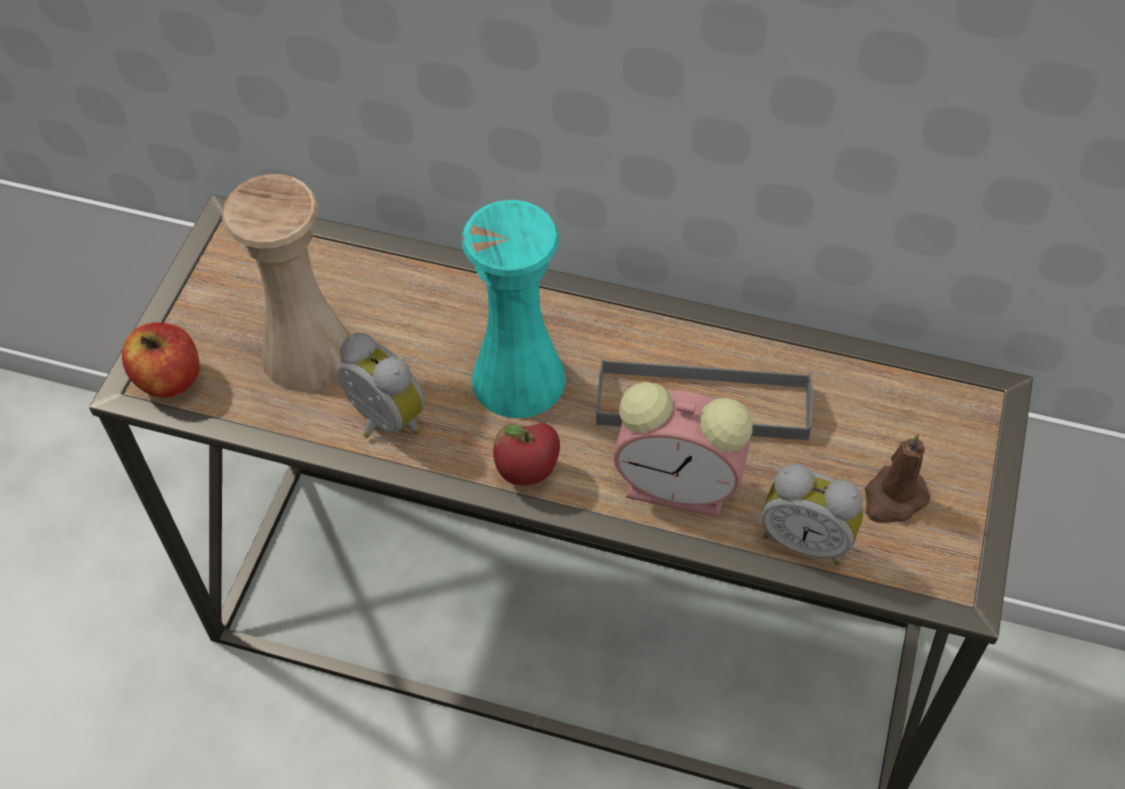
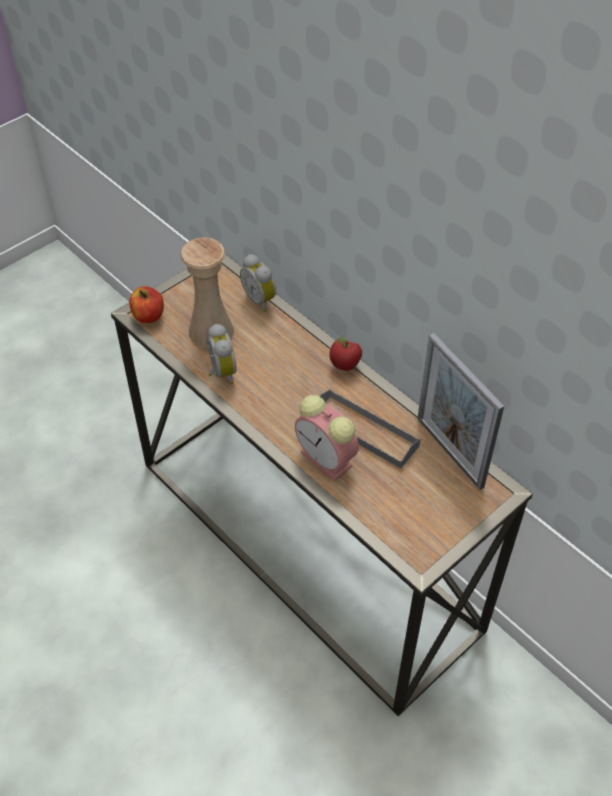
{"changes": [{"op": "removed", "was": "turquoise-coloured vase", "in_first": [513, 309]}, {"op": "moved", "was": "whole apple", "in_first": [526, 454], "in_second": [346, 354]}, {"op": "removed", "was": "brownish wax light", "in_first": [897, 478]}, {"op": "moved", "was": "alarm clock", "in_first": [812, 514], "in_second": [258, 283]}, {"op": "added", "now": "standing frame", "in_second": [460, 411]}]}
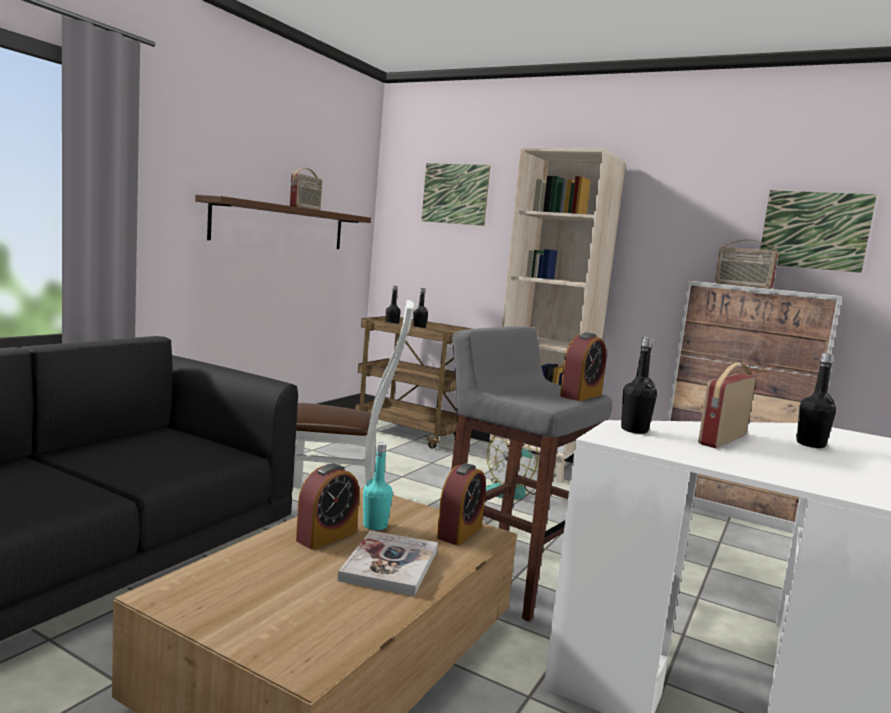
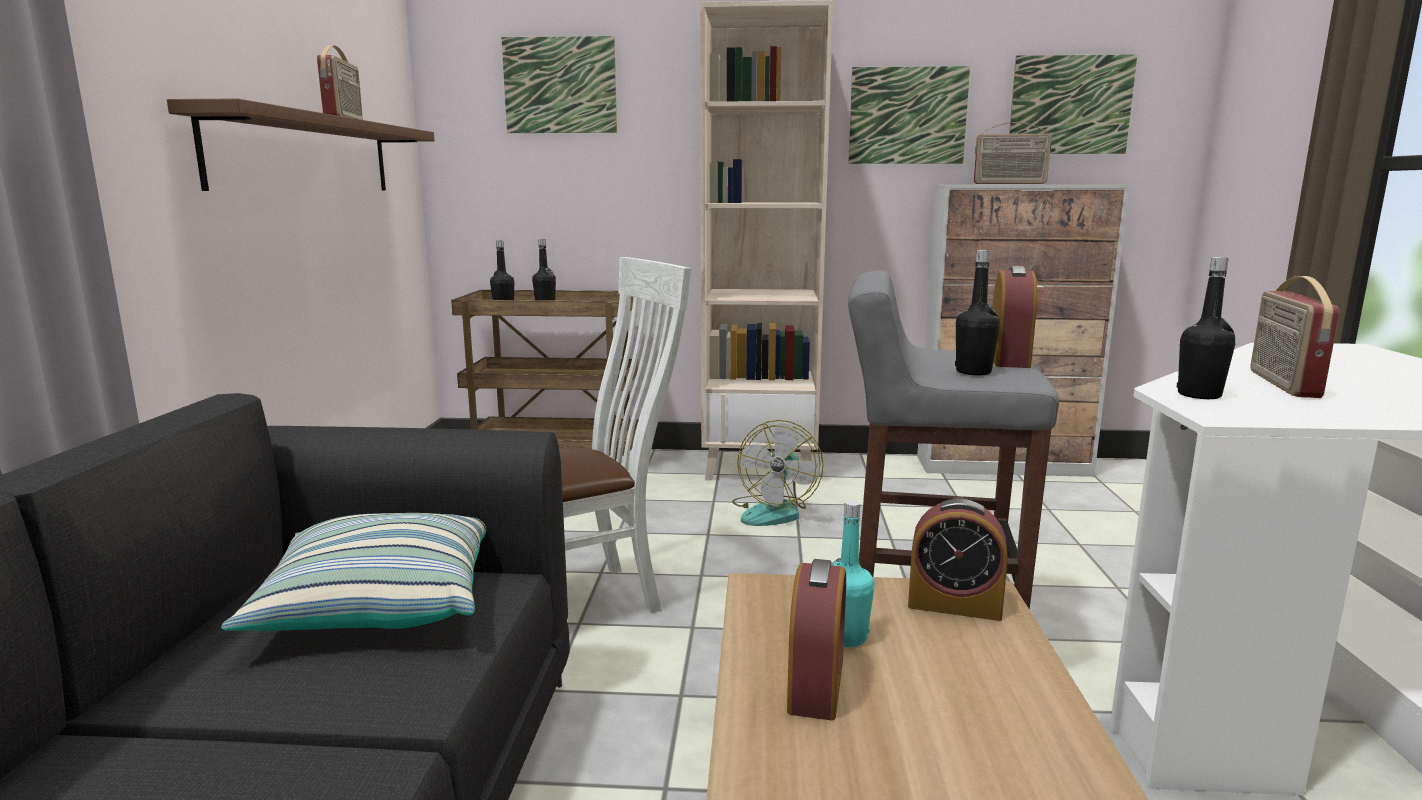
{"changes": [{"op": "moved", "was": "black-coloured beverage bottle", "in_first": [816, 400], "in_second": [977, 312]}, {"op": "turned", "was": "alarm clock", "in_first": [461, 504], "in_second": [958, 560], "clockwise": 105}, {"op": "removed", "was": "volume", "in_first": [387, 563]}, {"op": "added", "now": "wall picture", "in_second": [909, 115]}, {"op": "added", "now": "cushion", "in_second": [353, 572]}]}
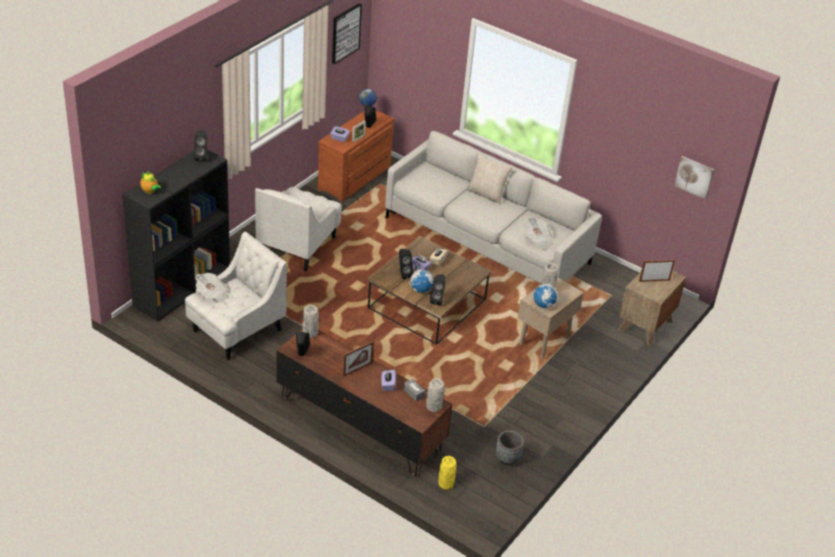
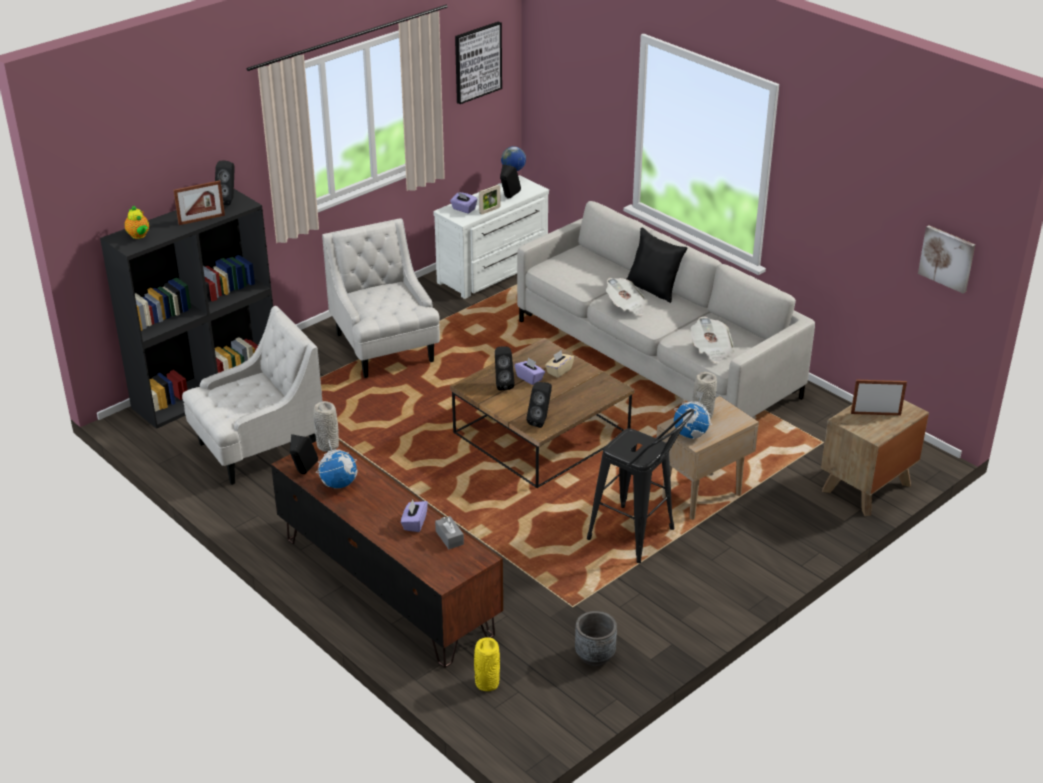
{"changes": [{"op": "recoloured", "was": "brownish dresser", "now": "whitish dresser", "in_first": [356, 156], "in_second": [491, 237]}, {"op": "recoloured", "was": "beige-coloured cushion", "now": "black-coloured cushion", "in_first": [489, 179], "in_second": [657, 265]}, {"op": "turned", "was": "whitish lounge chair", "in_first": [298, 229], "in_second": [381, 298], "clockwise": 120}, {"op": "moved", "was": "globe", "in_first": [421, 278], "in_second": [336, 464]}, {"op": "moved", "was": "daily paper", "in_first": [212, 288], "in_second": [626, 297]}, {"op": "moved", "was": "standing frame", "in_first": [358, 359], "in_second": [199, 202]}, {"op": "removed", "was": "grey vase", "in_first": [435, 395]}, {"op": "added", "now": "black-coloured stool seat", "in_second": [640, 486]}]}
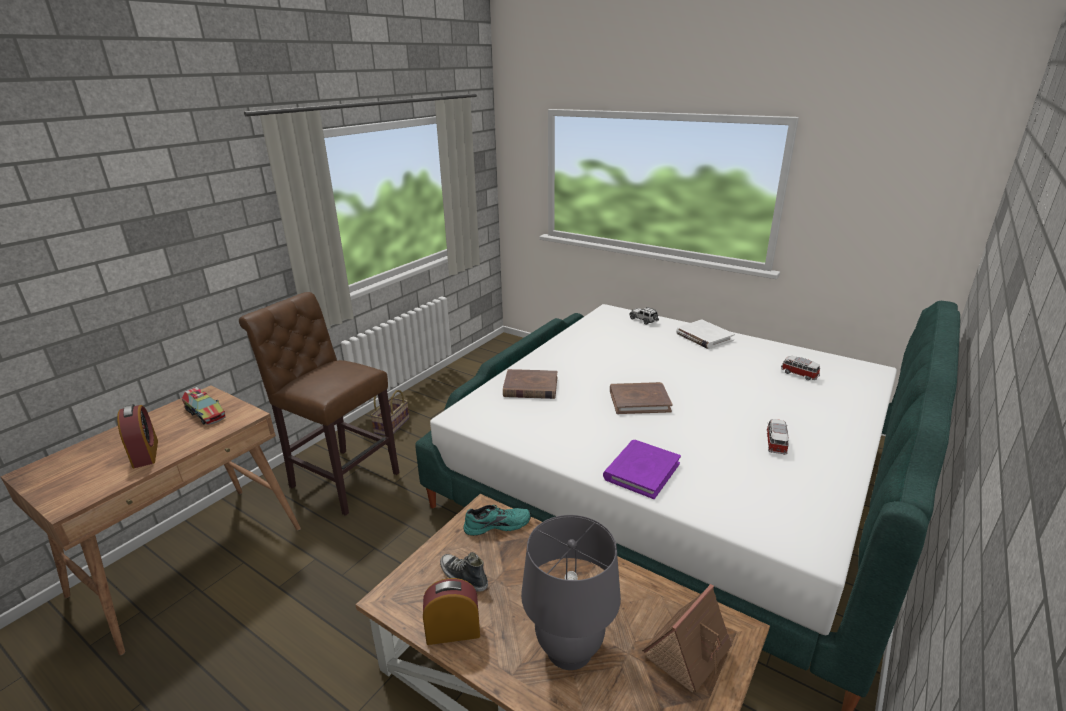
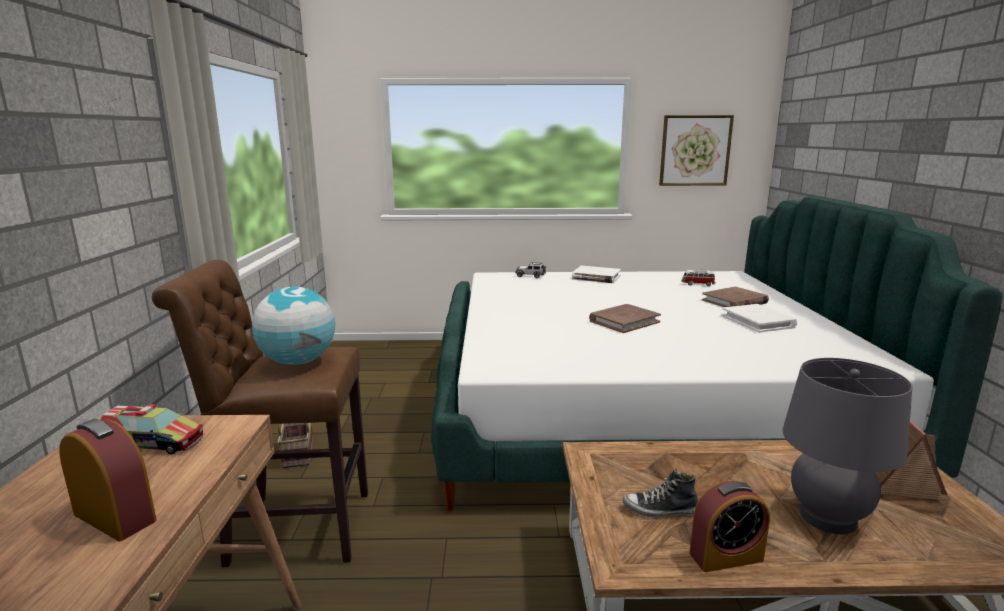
{"changes": [{"op": "moved", "was": "brownish volume", "in_first": [530, 384], "in_second": [735, 297]}, {"op": "replaced", "was": "miniature car", "now": "whitish volume", "in_first": [777, 437], "in_second": [759, 318]}, {"op": "removed", "was": "purple volume", "in_first": [642, 469]}, {"op": "removed", "was": "turquoise-coloured low shoe", "in_first": [497, 520]}, {"op": "turned", "was": "alarm clock", "in_first": [451, 611], "in_second": [730, 526], "clockwise": -150}, {"op": "added", "now": "wall picture", "in_second": [696, 150]}, {"op": "added", "now": "globe", "in_second": [293, 325]}]}
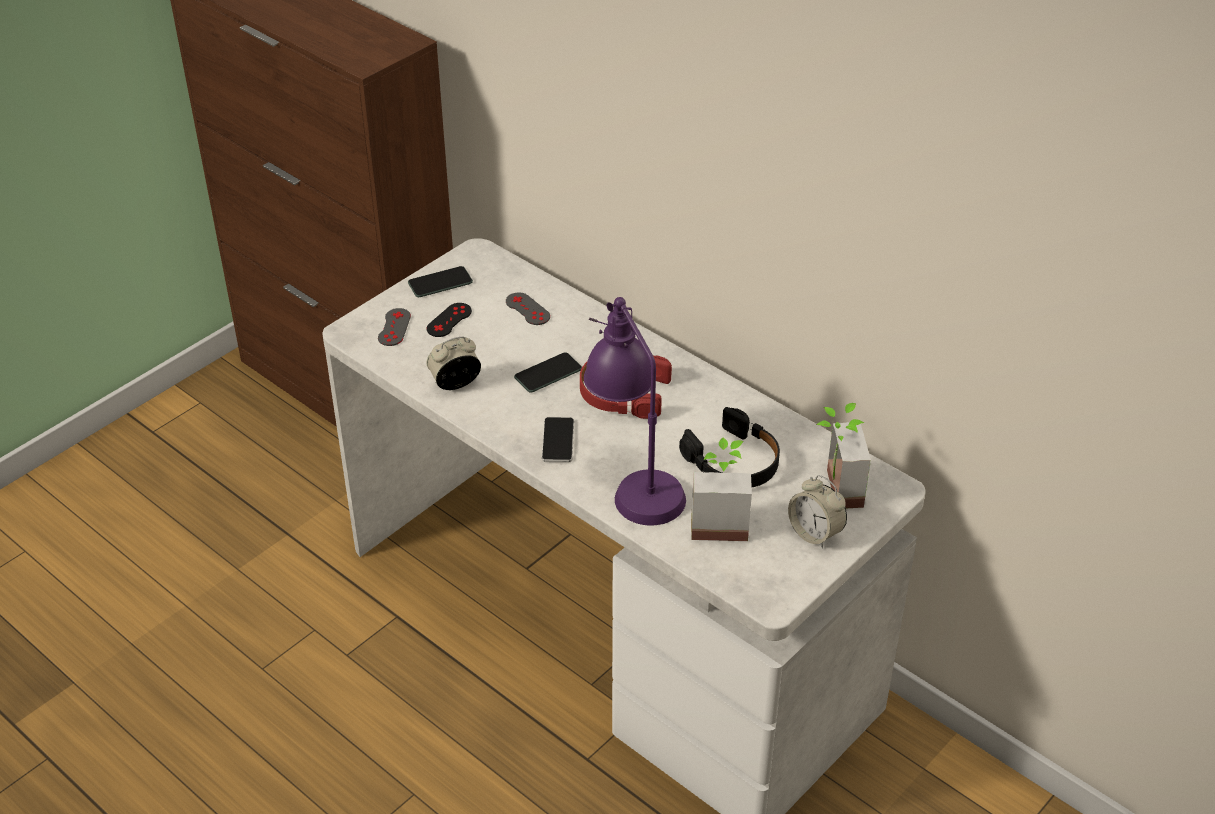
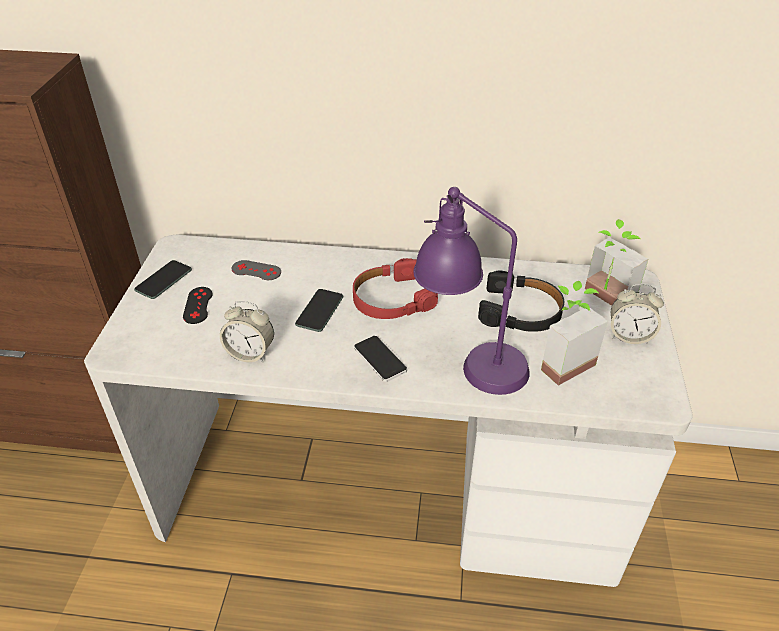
{"changes": [{"op": "removed", "was": "grey gamepad", "in_first": [394, 327]}, {"op": "turned", "was": "alarm clock", "in_first": [454, 363], "in_second": [247, 331], "clockwise": -105}]}
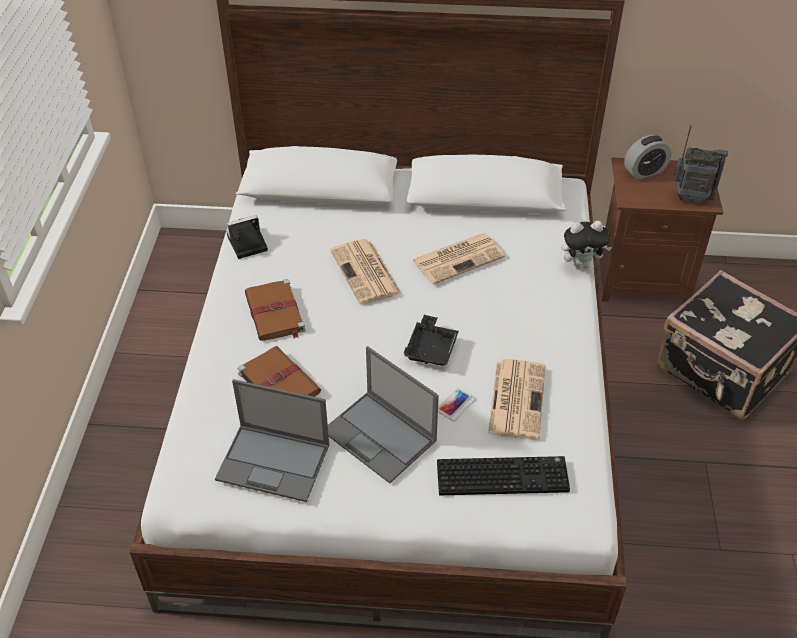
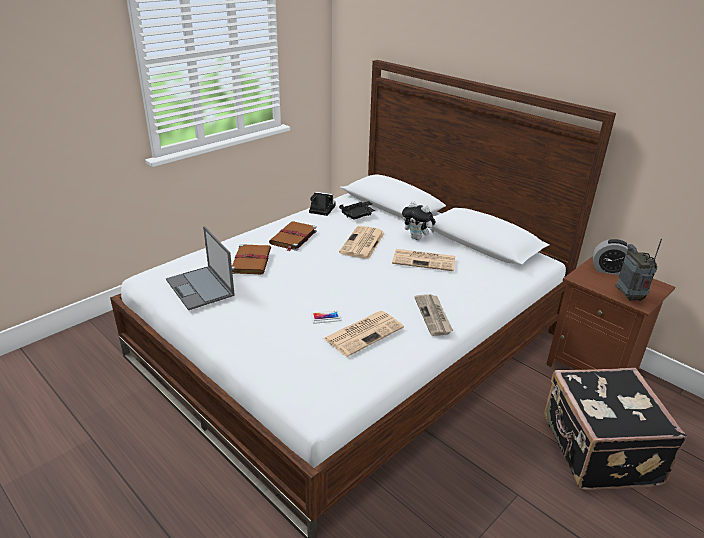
{"changes": [{"op": "turned", "was": "radio set", "in_first": [701, 163], "in_second": [638, 270], "clockwise": -150}, {"op": "moved", "was": "plush toy", "in_first": [586, 245], "in_second": [419, 220]}, {"op": "moved", "was": "black-coloured serving tray", "in_first": [431, 340], "in_second": [357, 210]}, {"op": "removed", "was": "portable computer", "in_first": [383, 414]}, {"op": "removed", "was": "PC keyboard", "in_first": [503, 475]}, {"op": "added", "now": "daily paper", "in_second": [433, 315]}]}
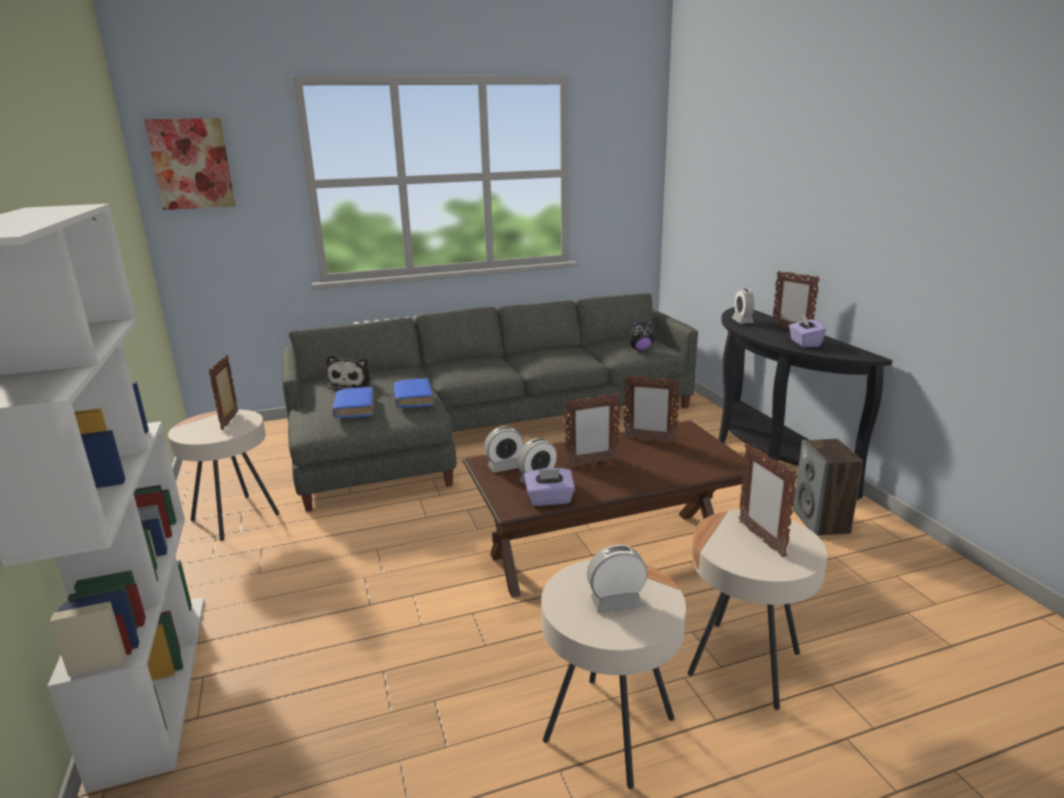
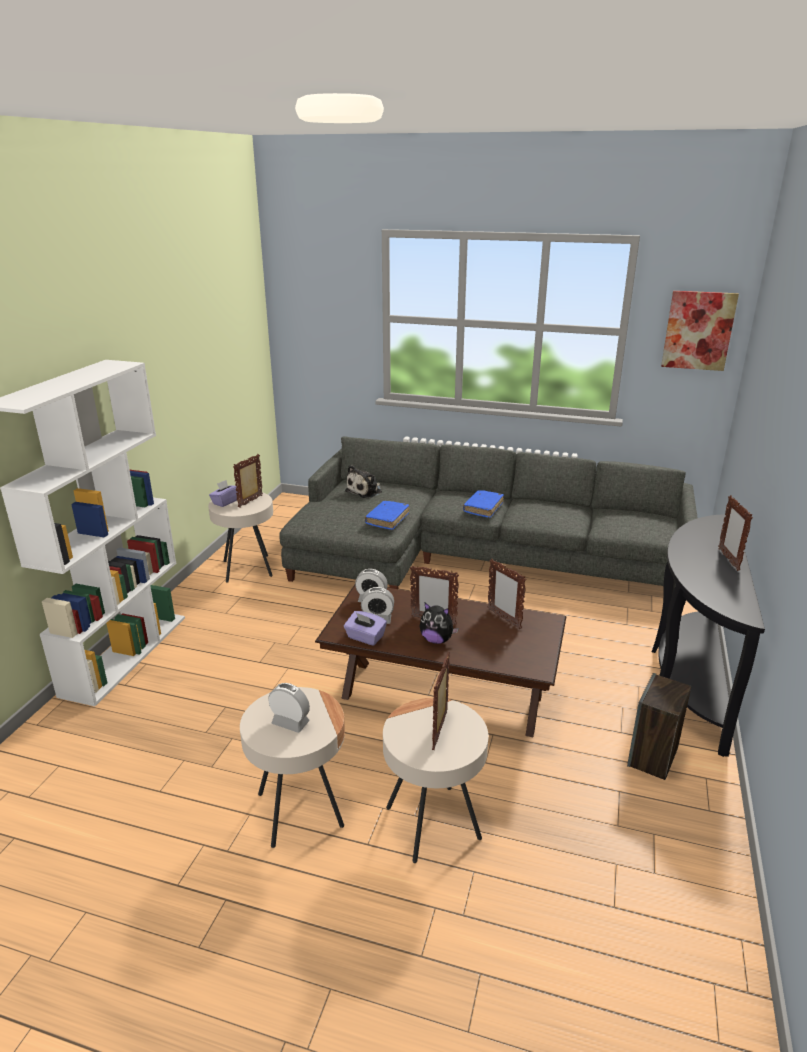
{"changes": [{"op": "moved", "was": "wall picture", "in_first": [190, 164], "in_second": [700, 331]}, {"op": "removed", "was": "alarm clock", "in_first": [743, 306]}, {"op": "moved", "was": "purple box of tissues", "in_first": [807, 330], "in_second": [223, 493]}, {"op": "moved", "was": "plush toy", "in_first": [641, 335], "in_second": [439, 623]}, {"op": "moved", "was": "blue-coloured volume", "in_first": [353, 402], "in_second": [483, 504]}]}
